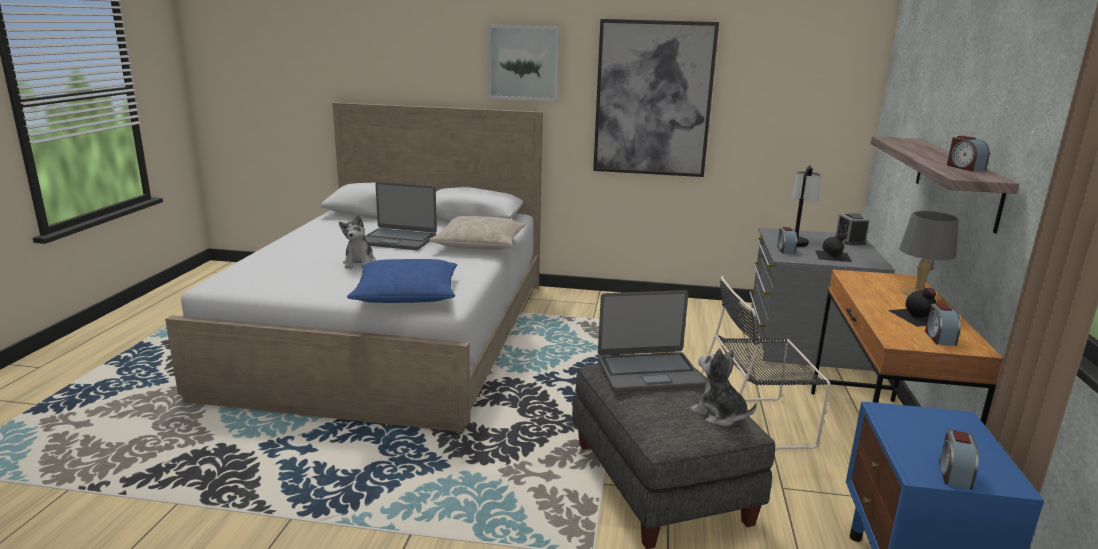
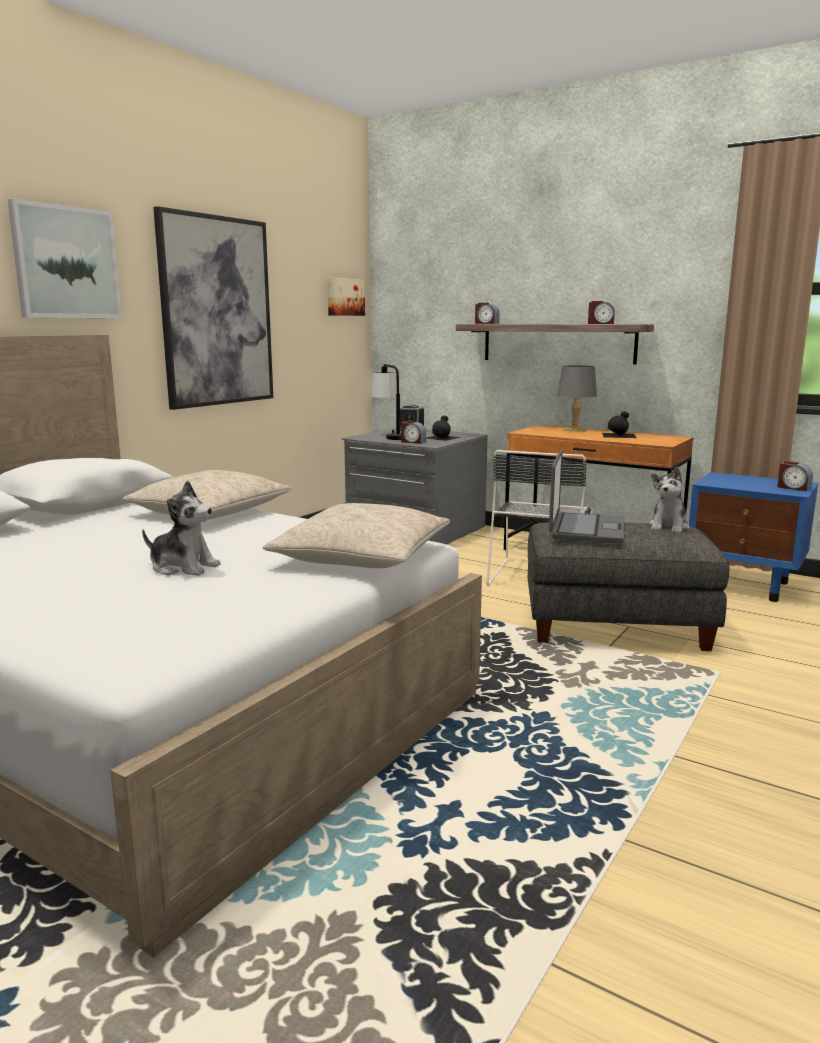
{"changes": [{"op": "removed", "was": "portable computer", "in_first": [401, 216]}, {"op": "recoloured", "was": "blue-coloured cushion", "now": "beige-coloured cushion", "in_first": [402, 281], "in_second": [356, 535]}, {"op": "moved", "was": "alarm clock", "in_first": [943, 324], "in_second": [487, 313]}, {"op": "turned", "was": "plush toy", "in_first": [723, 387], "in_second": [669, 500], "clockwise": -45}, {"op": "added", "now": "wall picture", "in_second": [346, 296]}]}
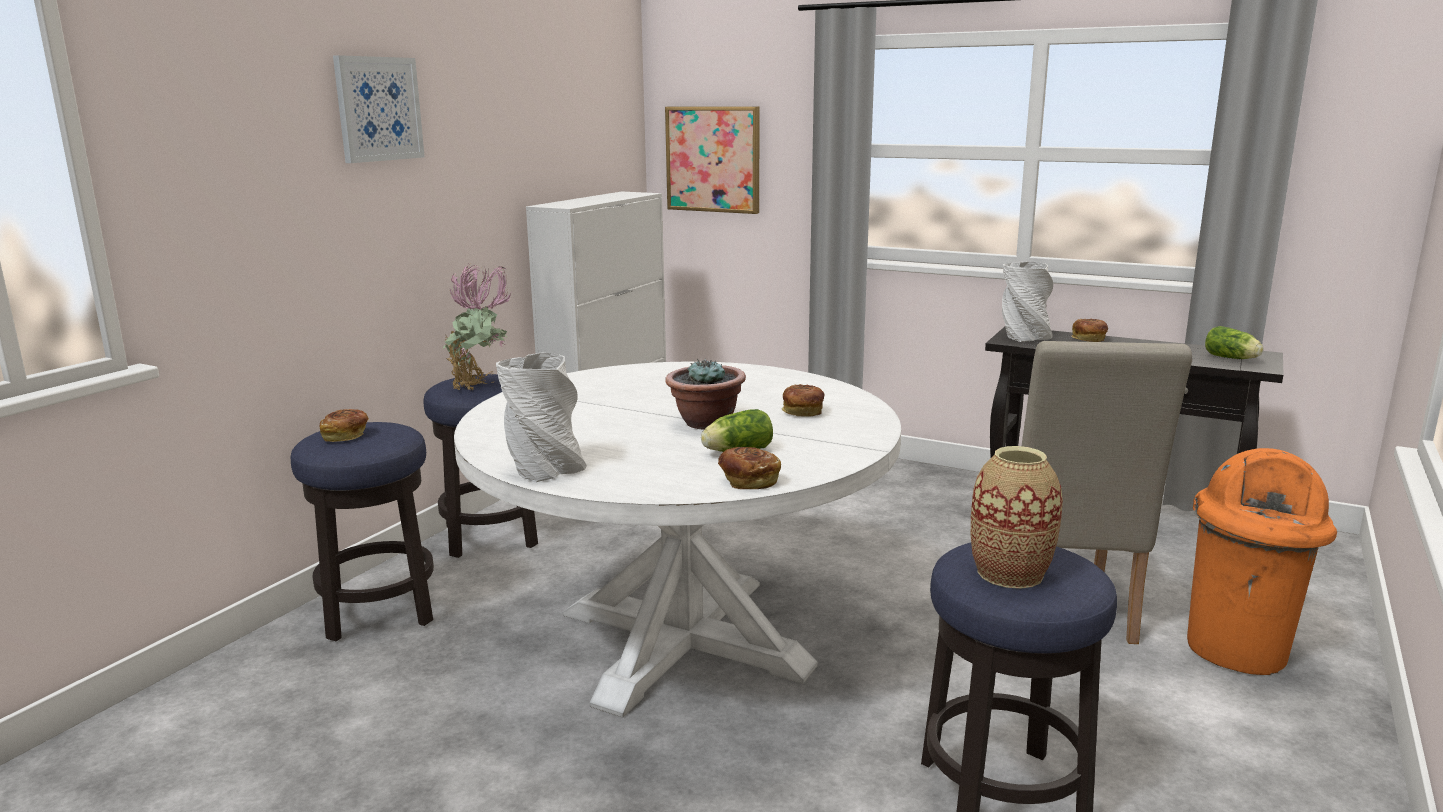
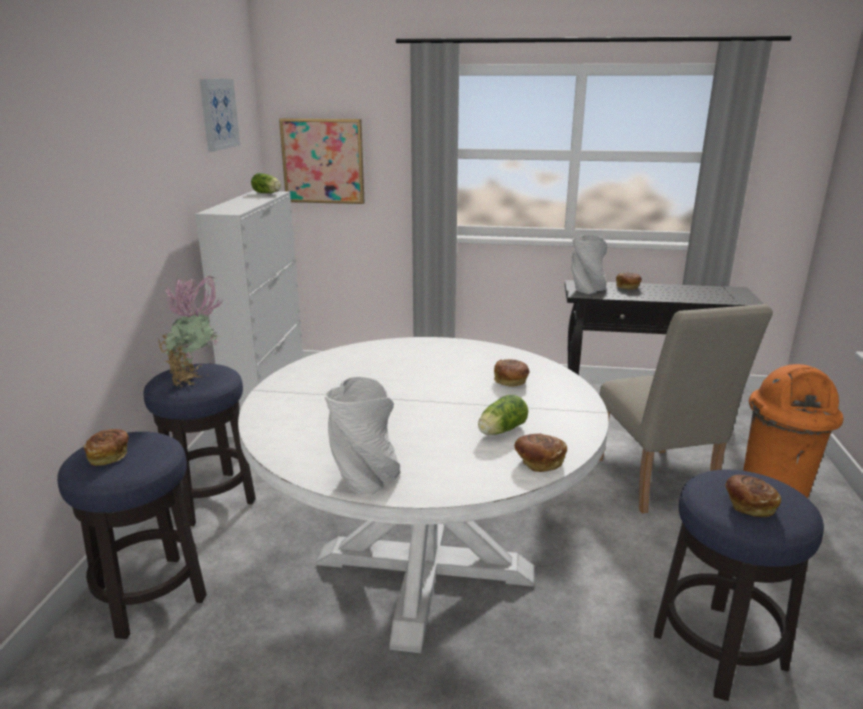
{"changes": [{"op": "moved", "was": "wall picture", "in_first": [379, 109], "in_second": [219, 115]}, {"op": "moved", "was": "lettuce", "in_first": [1234, 342], "in_second": [266, 183]}, {"op": "removed", "was": "houseplant", "in_first": [705, 393]}, {"op": "replaced", "was": "vase", "now": "baked bread", "in_first": [1017, 517], "in_second": [753, 496]}]}
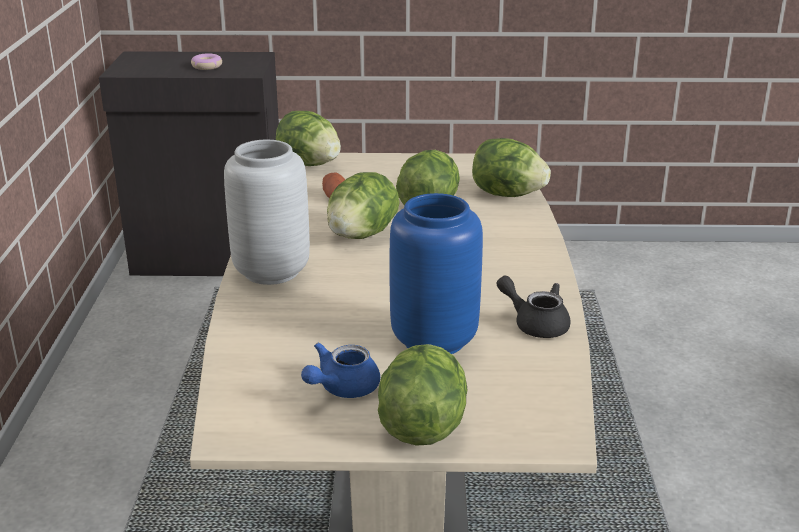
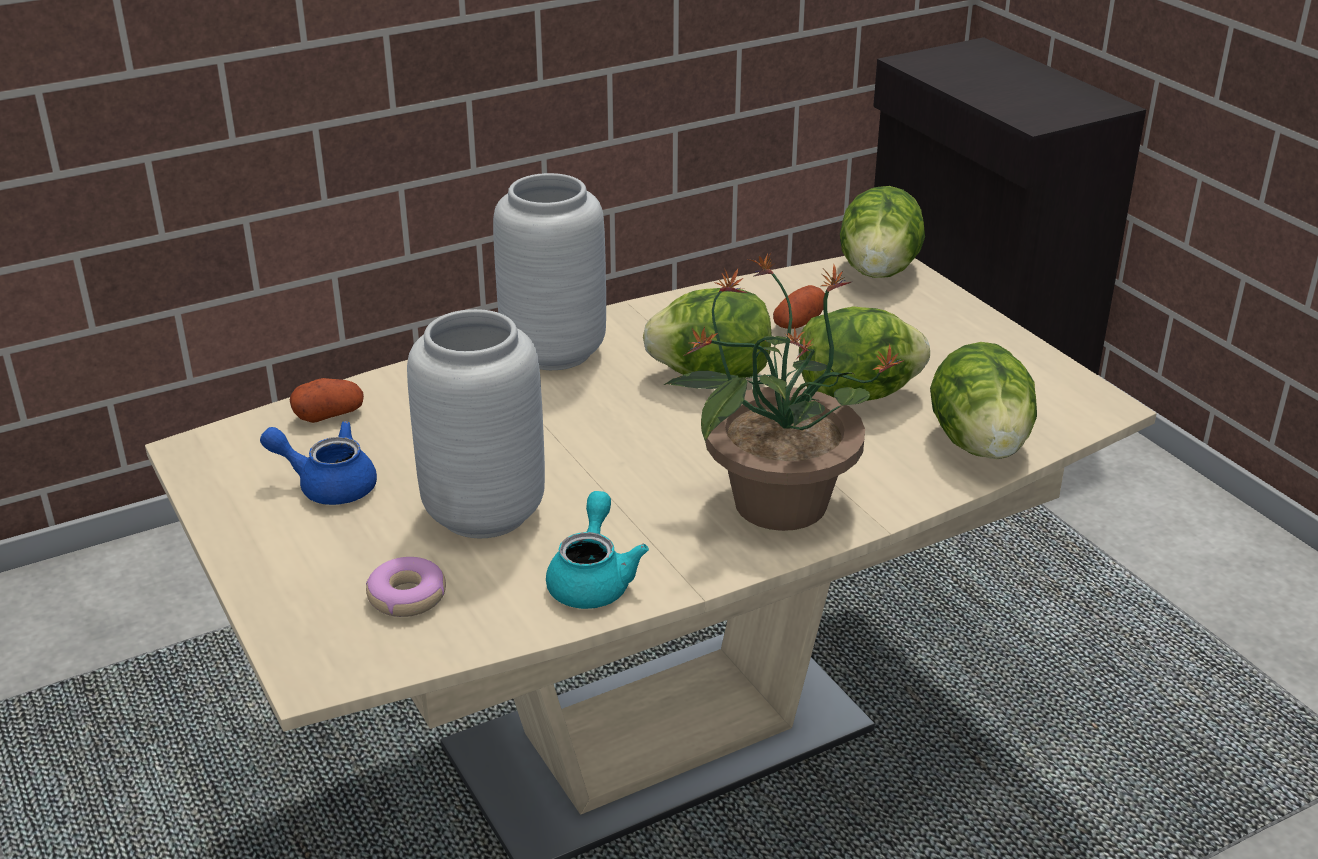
{"changes": [{"op": "moved", "was": "ring doughnut", "in_first": [206, 61], "in_second": [406, 587]}, {"op": "recoloured", "was": "blue-coloured vase", "now": "grey vase", "in_first": [436, 273], "in_second": [476, 423]}, {"op": "recoloured", "was": "black-coloured pot for tea", "now": "turquoise-coloured pot for tea", "in_first": [533, 306], "in_second": [597, 550]}, {"op": "removed", "was": "lettuce", "in_first": [422, 395]}, {"op": "added", "now": "houseplant", "in_second": [784, 392]}, {"op": "added", "now": "whole potato", "in_second": [327, 400]}]}
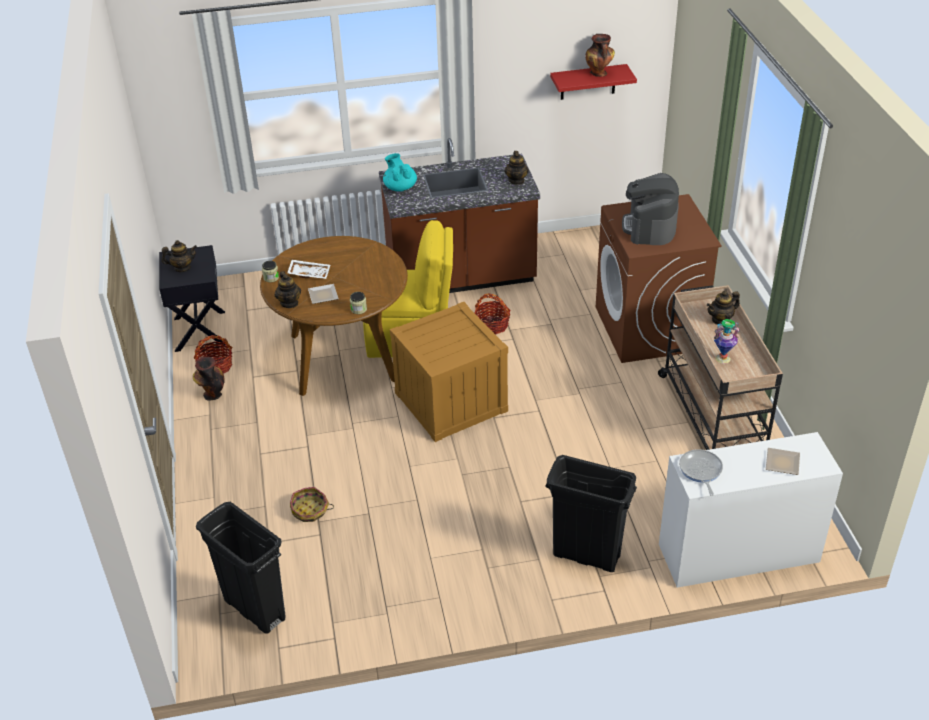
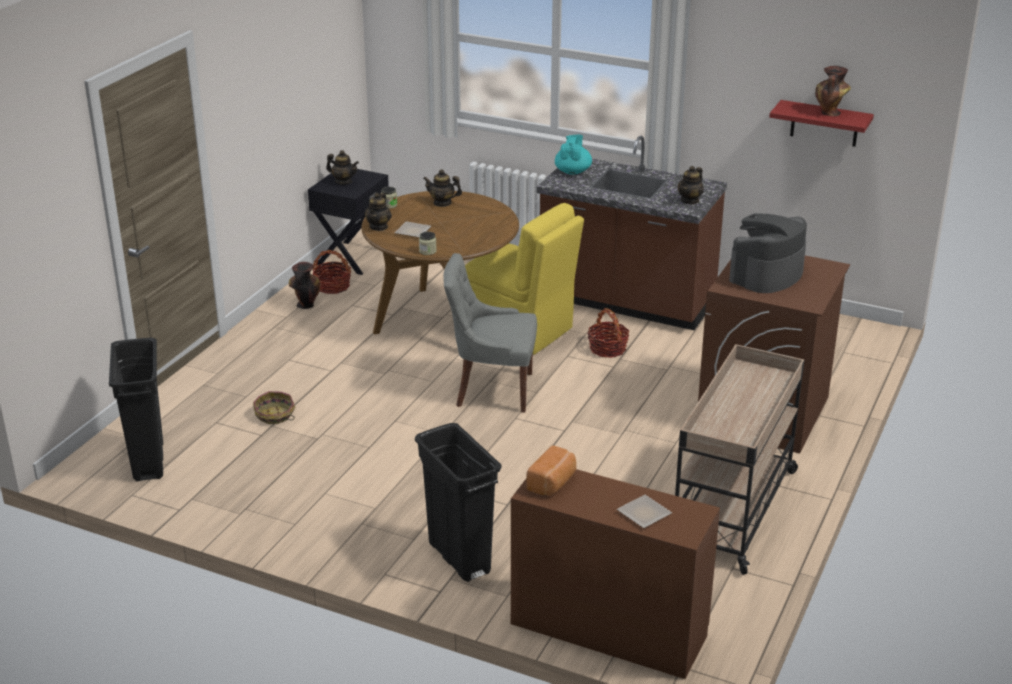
{"changes": [{"op": "removed", "was": "whitish serving tray", "in_first": [308, 269]}, {"op": "moved", "was": "pot for tea", "in_first": [723, 308], "in_second": [442, 188]}, {"op": "replaced", "was": "shipping crate", "now": "grey chair", "in_first": [449, 372], "in_second": [490, 333]}, {"op": "removed", "was": "vase", "in_first": [727, 341]}, {"op": "recoloured", "was": "whitish desk unit", "now": "brownish desk unit", "in_first": [751, 510], "in_second": [615, 574]}, {"op": "replaced", "was": "pan", "now": "baked bread", "in_first": [701, 472], "in_second": [551, 470]}]}
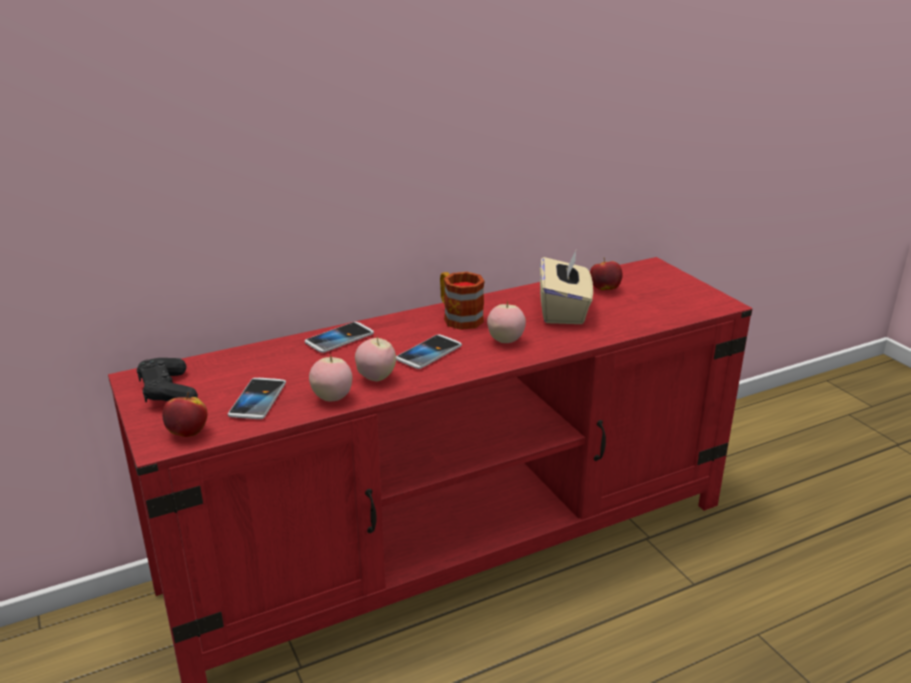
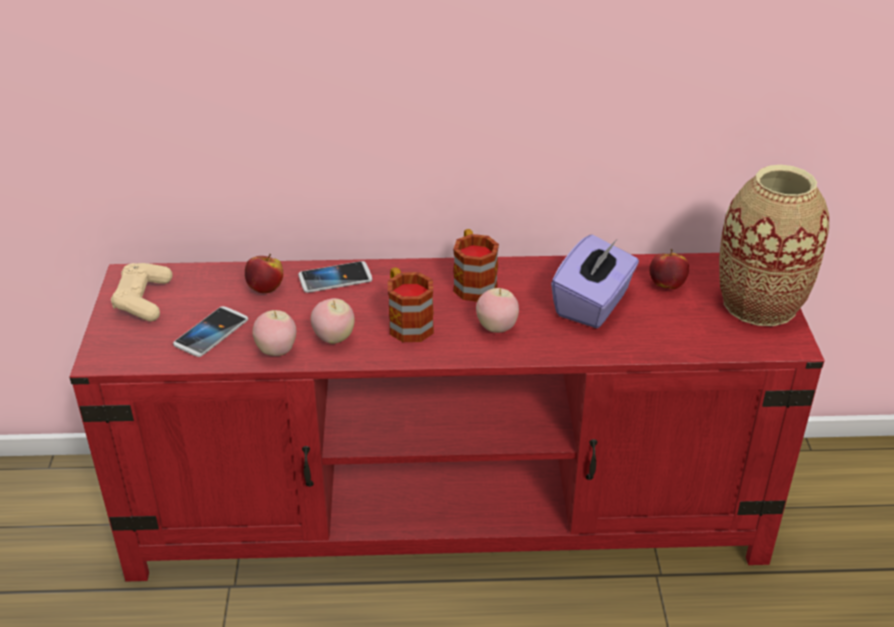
{"changes": [{"op": "recoloured", "was": "beige-coloured box of tissues", "now": "purple box of tissues", "in_first": [566, 286], "in_second": [595, 281]}, {"op": "replaced", "was": "phone", "now": "tea mug", "in_first": [429, 352], "in_second": [411, 304]}, {"op": "recoloured", "was": "black-coloured gamepad", "now": "beige-coloured gamepad", "in_first": [167, 380], "in_second": [142, 292]}, {"op": "moved", "was": "whole apple", "in_first": [185, 414], "in_second": [264, 273]}, {"op": "added", "now": "vase", "in_second": [774, 245]}]}
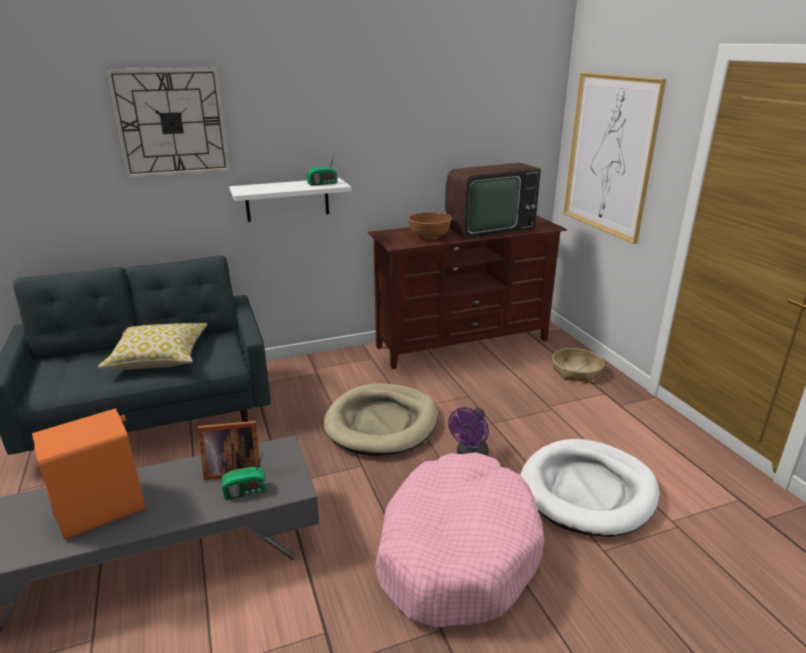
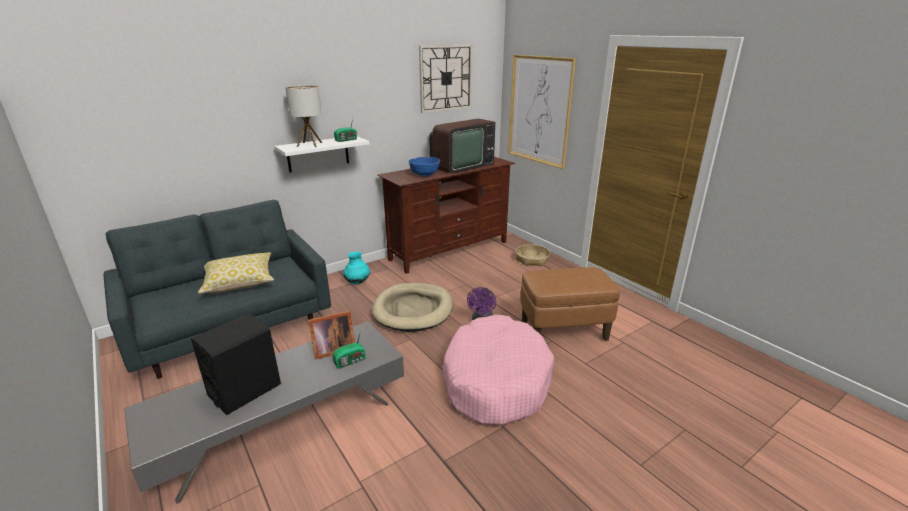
{"changes": [{"op": "moved", "was": "clock on the wall", "in_first": [168, 123], "in_second": [445, 78]}, {"op": "recoloured", "was": "brownish bowl", "now": "blue-coloured bowl", "in_first": [430, 226], "in_second": [424, 167]}, {"op": "recoloured", "was": "orangey audio speaker", "now": "black-coloured audio speaker", "in_first": [89, 474], "in_second": [236, 364]}, {"op": "replaced", "was": "whitish dog bed", "now": "brownish ottoman", "in_first": [589, 488], "in_second": [570, 304]}, {"op": "added", "now": "tabletop lamp", "in_second": [303, 116]}, {"op": "added", "now": "turquoise-coloured vase", "in_second": [356, 268]}]}
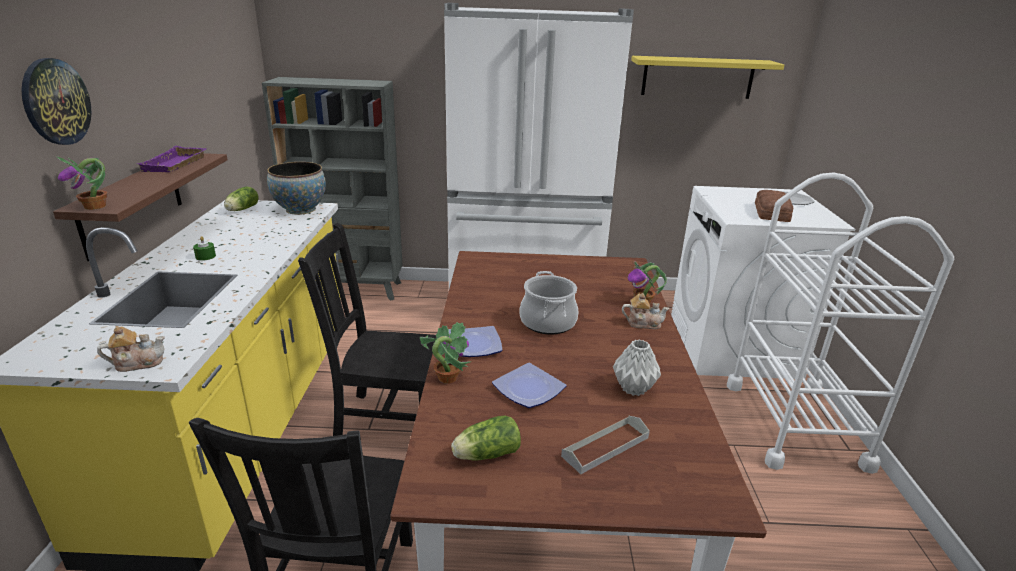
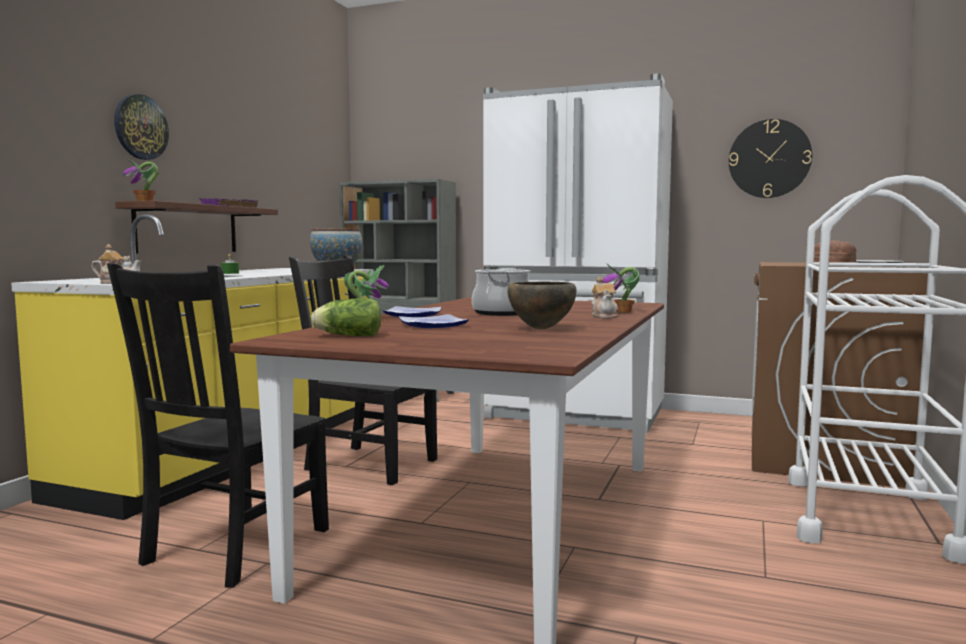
{"changes": [{"op": "replaced", "was": "yellow wall shelf", "now": "clock on the wall", "in_first": [707, 77], "in_second": [770, 158]}, {"op": "removed", "was": "lettuce", "in_first": [241, 198]}, {"op": "recoloured", "was": "whitish laundry appliance", "now": "brownish laundry appliance", "in_first": [763, 282], "in_second": [840, 375]}, {"op": "turned", "was": "pot for tea", "in_first": [646, 311], "in_second": [605, 297], "clockwise": 60}, {"op": "replaced", "was": "grey vase", "now": "brownish bowl", "in_first": [637, 368], "in_second": [541, 305]}, {"op": "removed", "was": "grey serving tray", "in_first": [605, 445]}]}
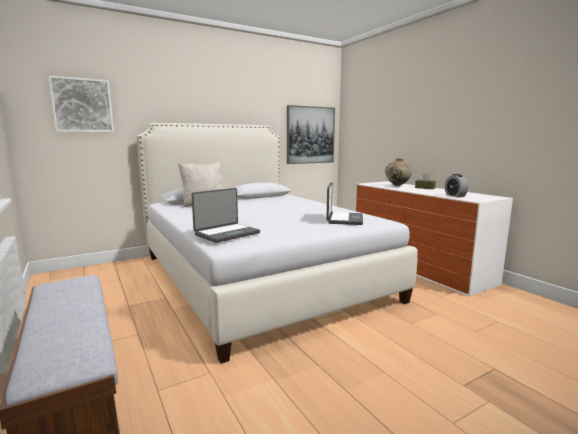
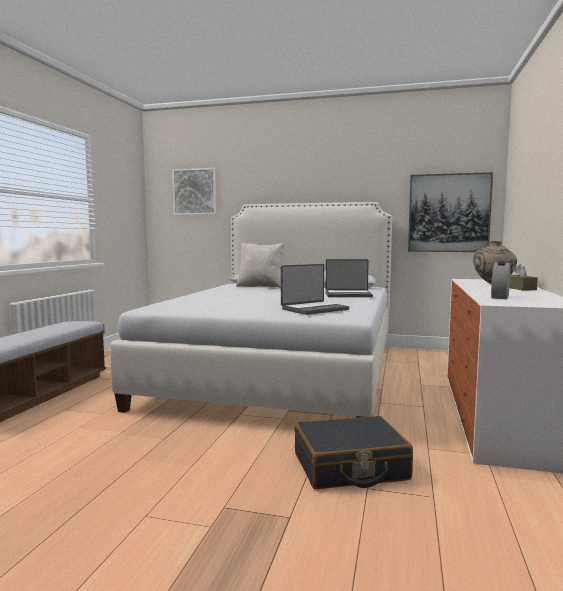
{"changes": [{"op": "moved", "was": "portable computer", "in_first": [225, 215], "in_second": [349, 278]}, {"op": "added", "now": "black-coloured travel case", "in_second": [353, 452]}]}
